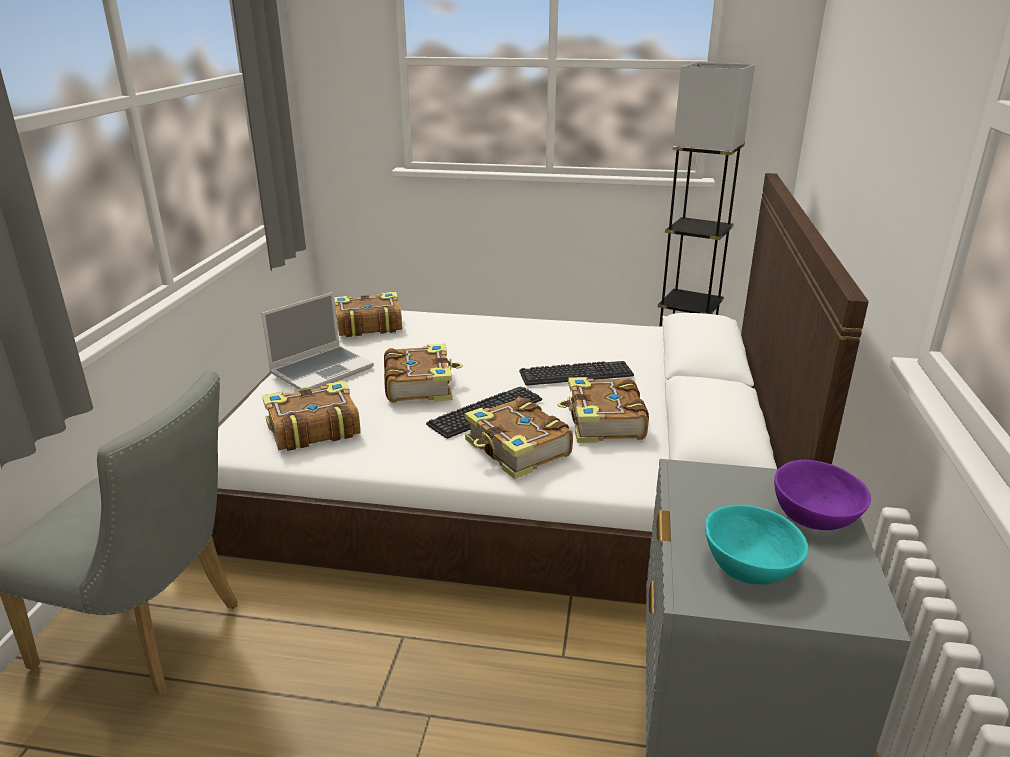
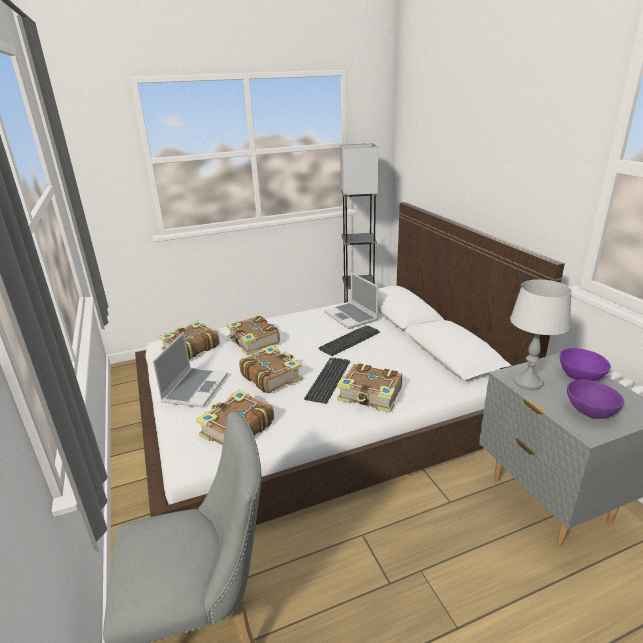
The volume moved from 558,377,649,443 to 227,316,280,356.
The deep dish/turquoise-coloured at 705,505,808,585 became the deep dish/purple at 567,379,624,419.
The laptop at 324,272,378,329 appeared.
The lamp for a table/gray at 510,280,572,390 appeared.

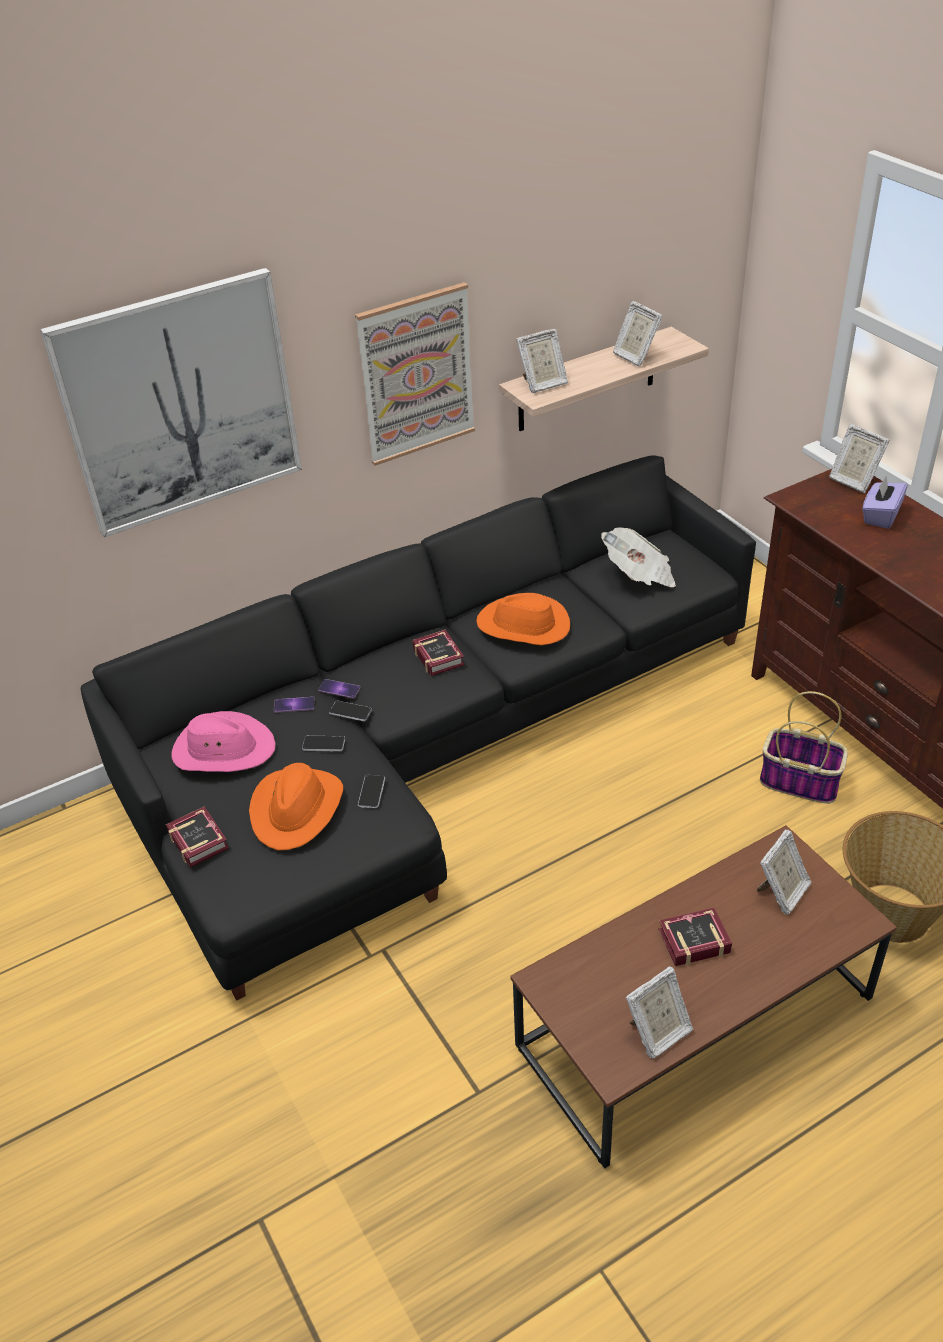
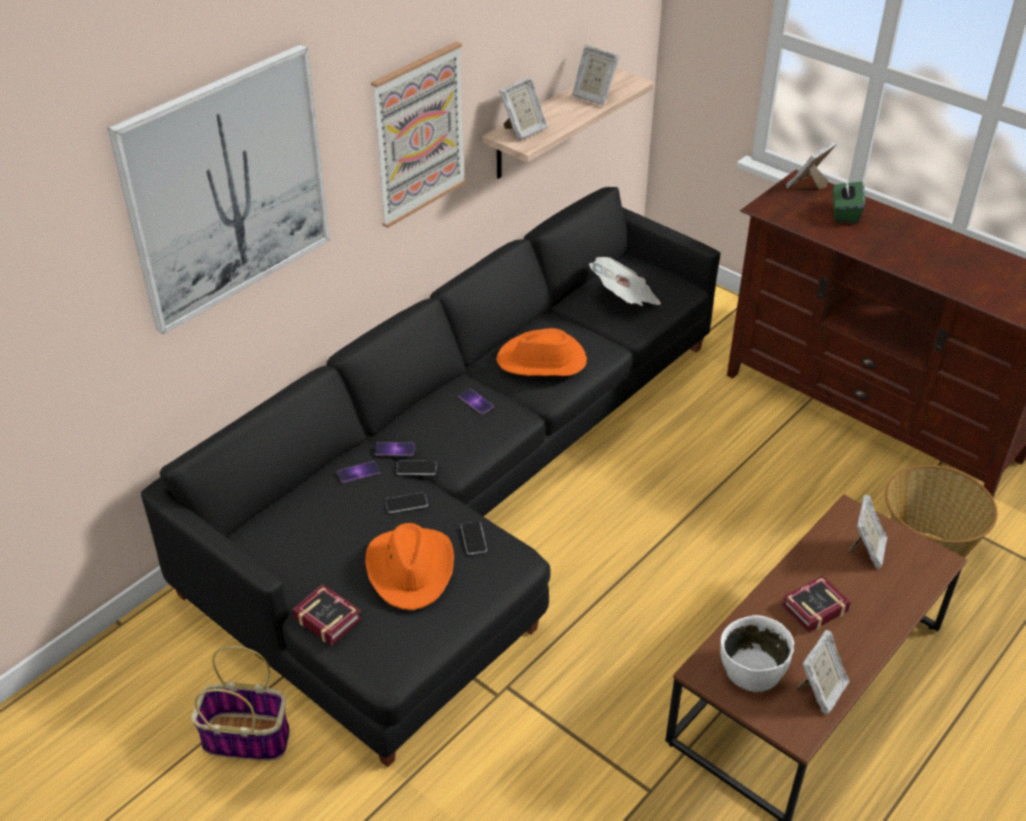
The wearable hat/pinkish at 171,711,275,772 disappeared.
The volume at 412,630,464,676 was replaced by the telephone at 458,389,494,414.
The household basket moved from 760,691,848,804 to 191,646,290,761.
The photo frame at 829,424,889,493 turned 105 degrees clockwise.
The box of tissues/purple at 862,475,908,529 became the box of tissues/greenish at 833,179,865,223.
The deep dish/white at 720,615,794,692 appeared.

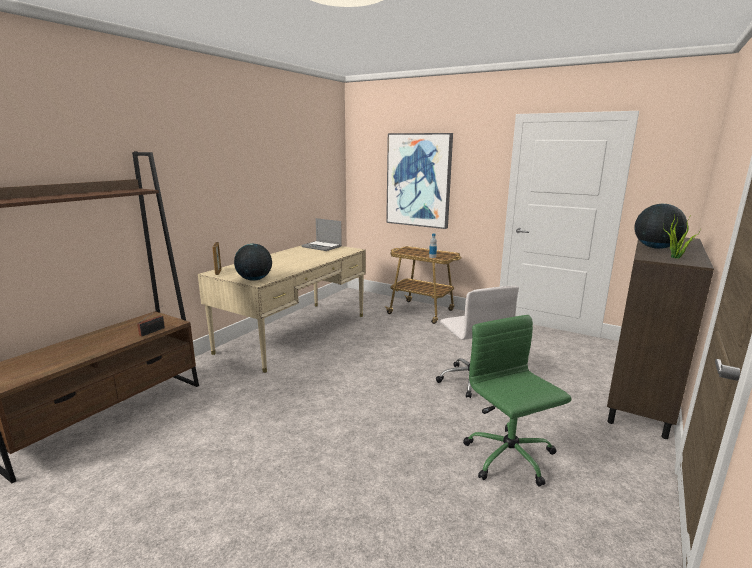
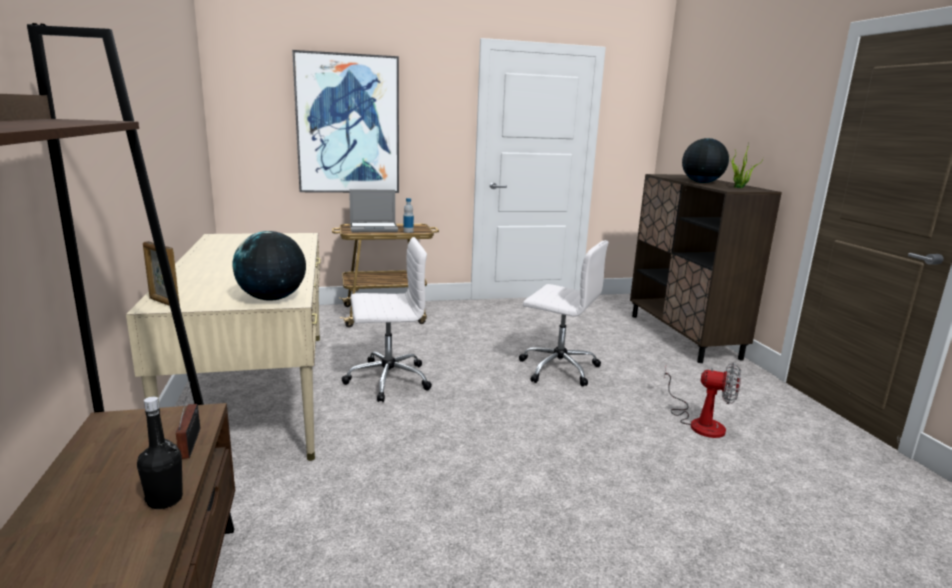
The laptop moved from 301,218,342,251 to 349,189,398,232.
The computer chair/greenish at 463,315,571,487 was replaced by the cooling fan at 664,362,741,438.
The beverage bottle/blackish at 137,396,183,509 appeared.
The computer chair/white at 342,237,432,402 appeared.

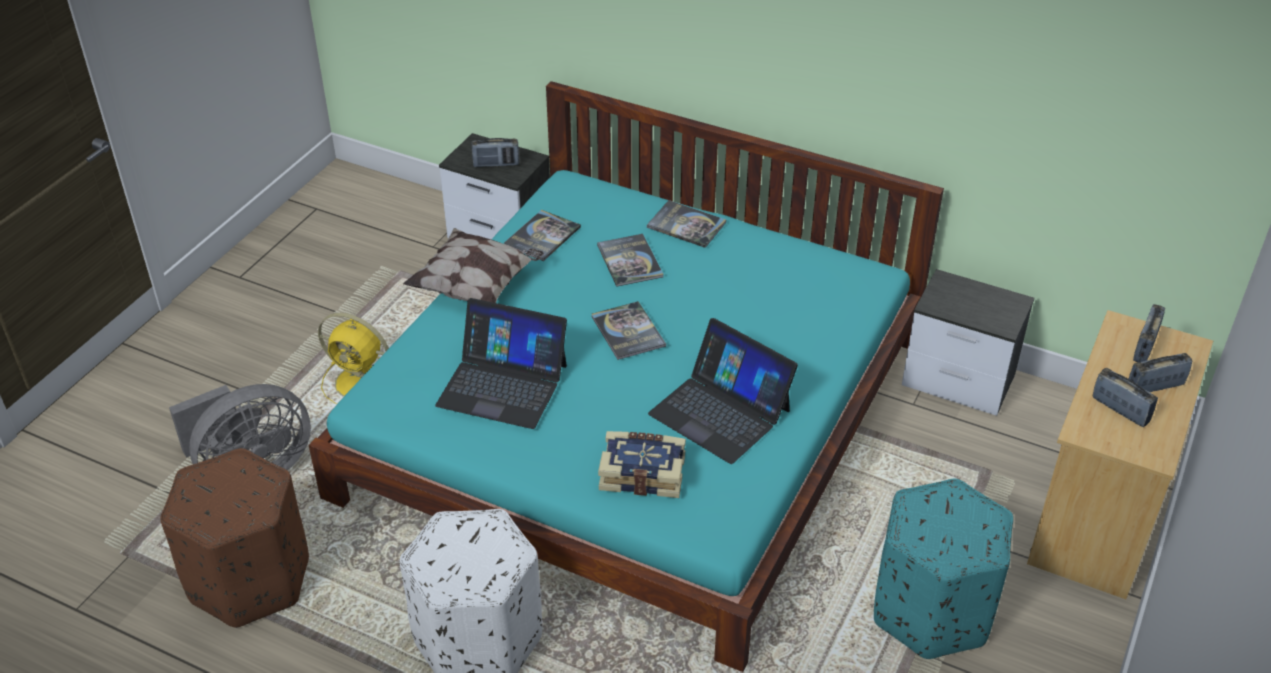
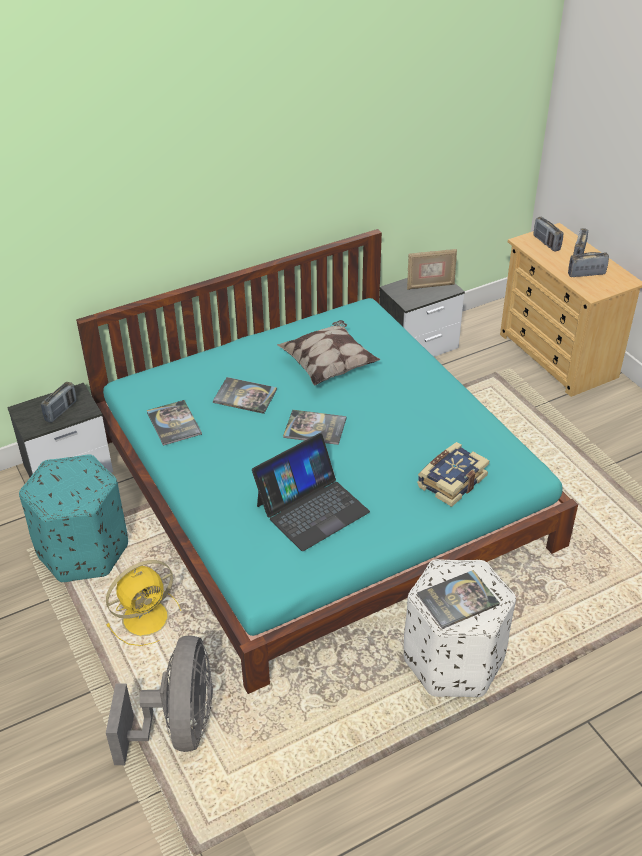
The pouffe/brown-coloured at 160,448,309,628 disappeared.
The cushion moved from 403,228,544,303 to 277,320,380,385.
The volume moved from 647,200,726,248 to 417,570,500,629.
The laptop at 648,318,798,464 disappeared.
The pouffe/turquoise-coloured moved from 874,479,1013,659 to 19,454,128,582.
The photo frame at 407,249,457,290 appeared.

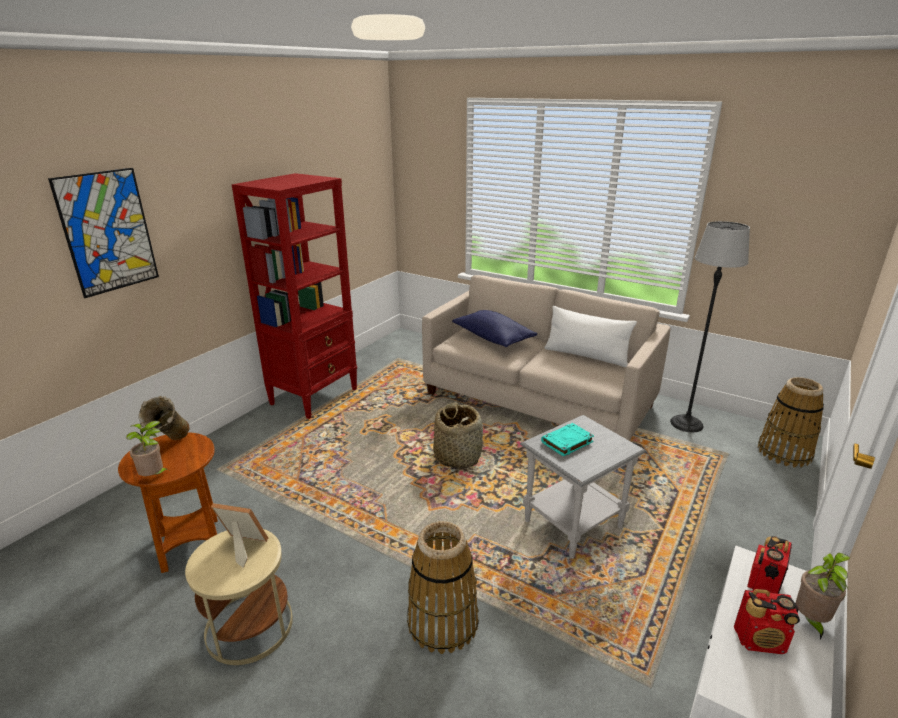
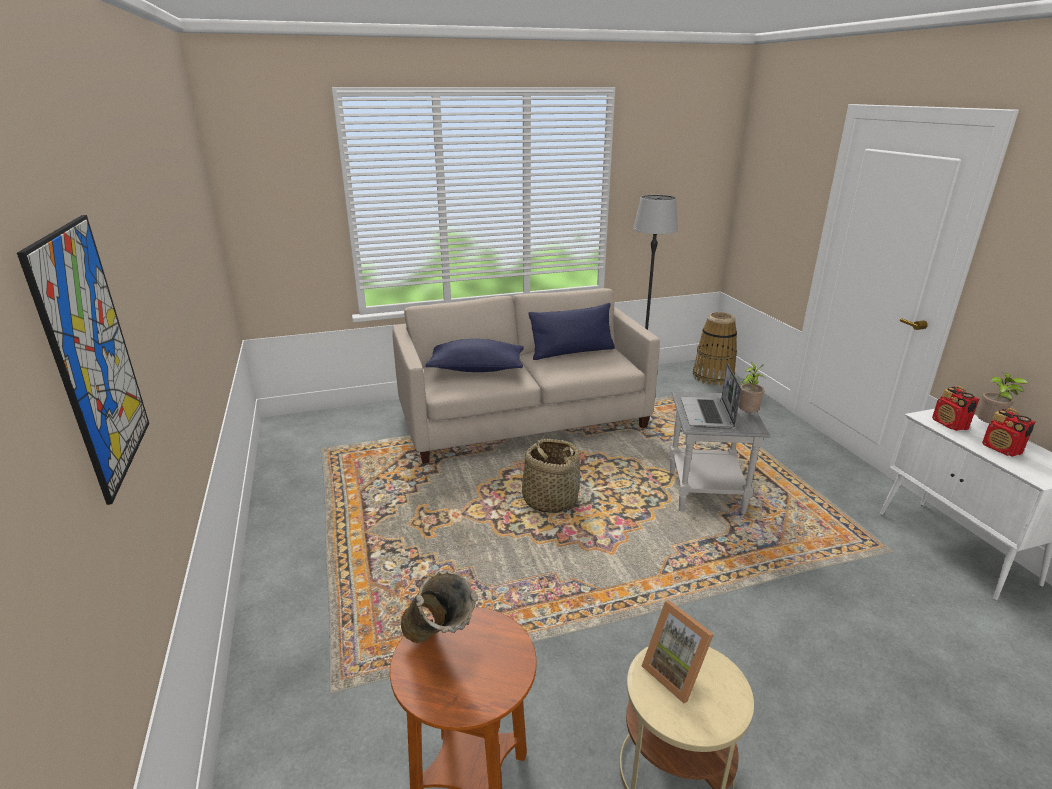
The houseplant moved from 126,421,169,476 to 739,362,765,412.
The photo frame at 211,503,268,568 turned 90 degrees counterclockwise.
The bookshelf/red at 231,173,358,419 disappeared.
The household basket at 407,521,479,654 disappeared.
The volume/turquoise-coloured at 541,423,594,456 was replaced by the laptop at 681,363,741,429.
The cushion/white at 545,306,637,367 became the cushion/blue-coloured at 529,303,615,360.
The radio receiver at 734,589,800,654 turned 105 degrees clockwise.

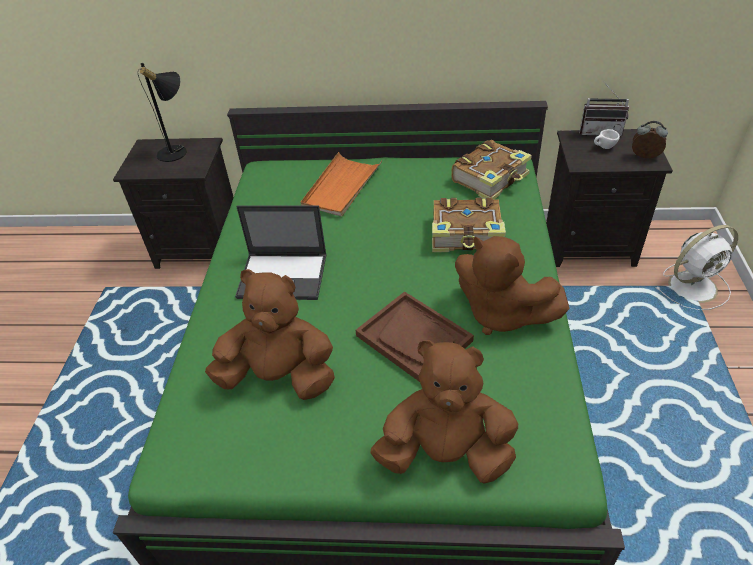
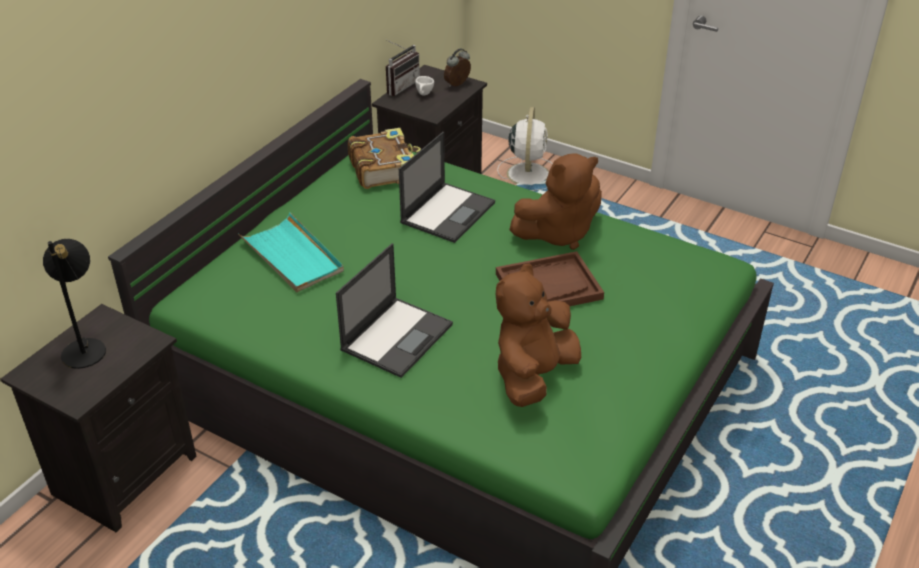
The serving tray/orange at 300,152,382,216 became the serving tray/turquoise-coloured at 238,212,344,292.
The soft toy/brown-coloured at 371,340,518,484 disappeared.
The volume at 432,197,506,252 was replaced by the laptop at 399,132,495,243.

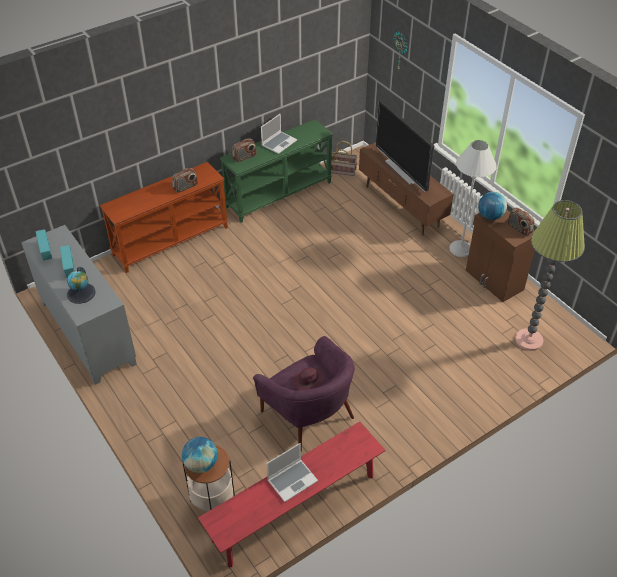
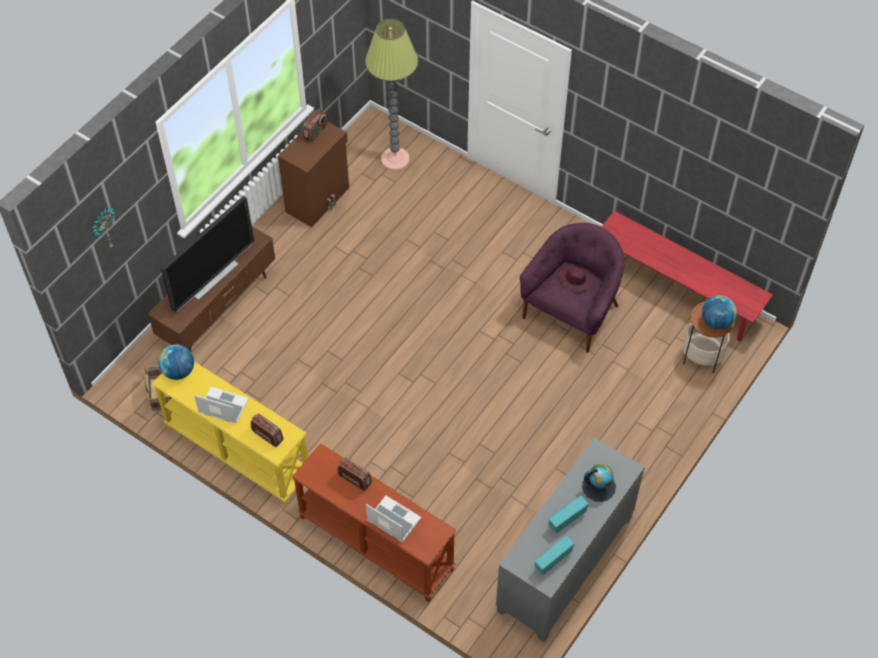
The hall table/greenish at 220,119,333,223 became the hall table/yellow at 152,361,308,506.
The laptop moved from 267,443,318,502 to 366,496,421,542.
The standing lamp/white at 449,140,497,257 disappeared.
The desk globe moved from 478,192,507,220 to 158,344,194,380.

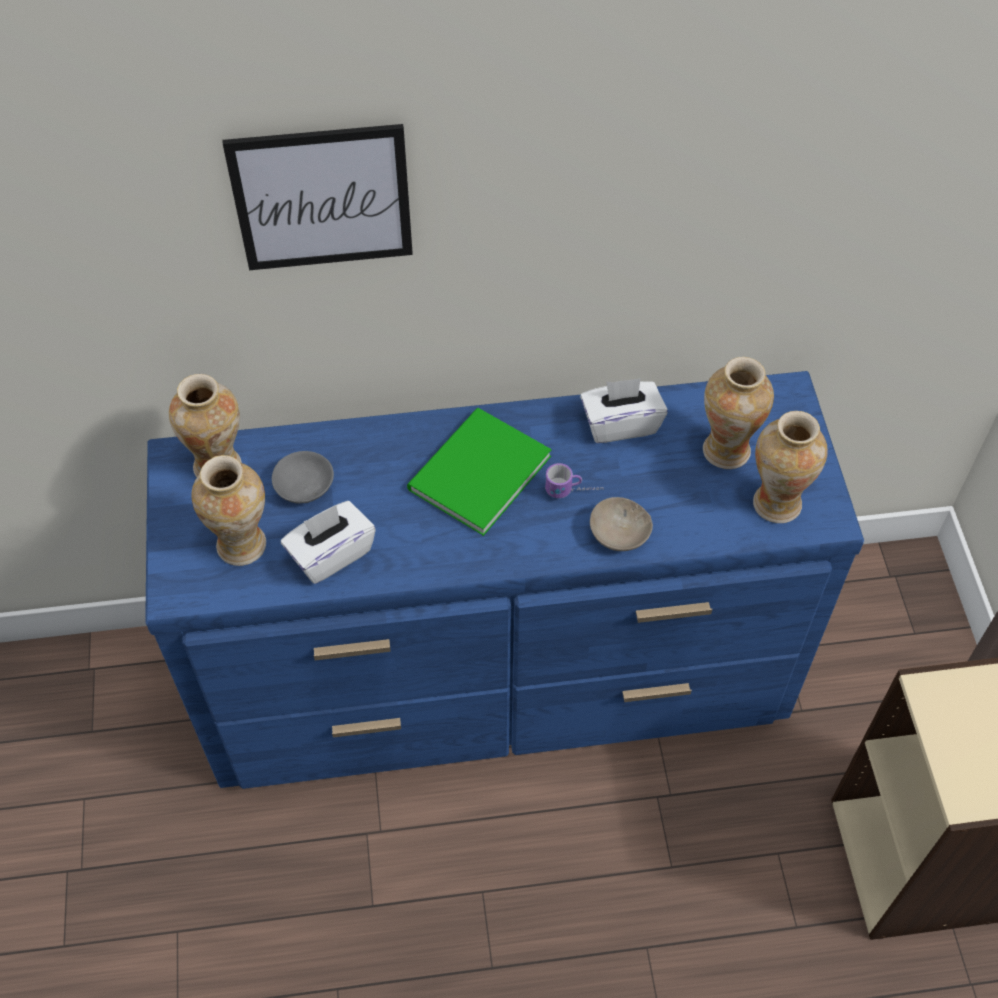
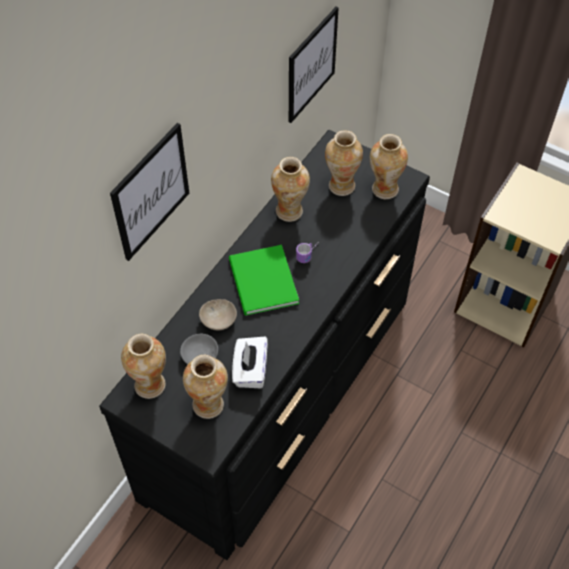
The dresser/blue-coloured at 145,371,864,789 became the dresser/blackish at 99,130,430,560.
The box of tissues/white at 580,378,668,443 was replaced by the decorative vase at 271,157,310,222.
The deep dish/beige moved from 590,497,653,551 to 199,299,237,330.
The wall art at 289,6,339,123 appeared.

